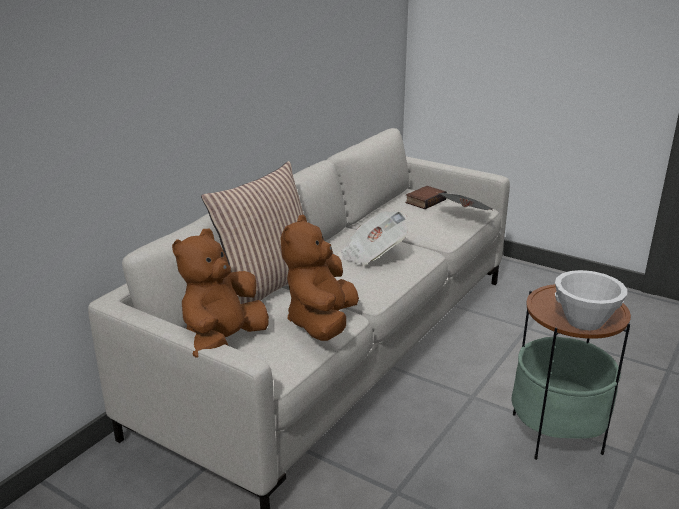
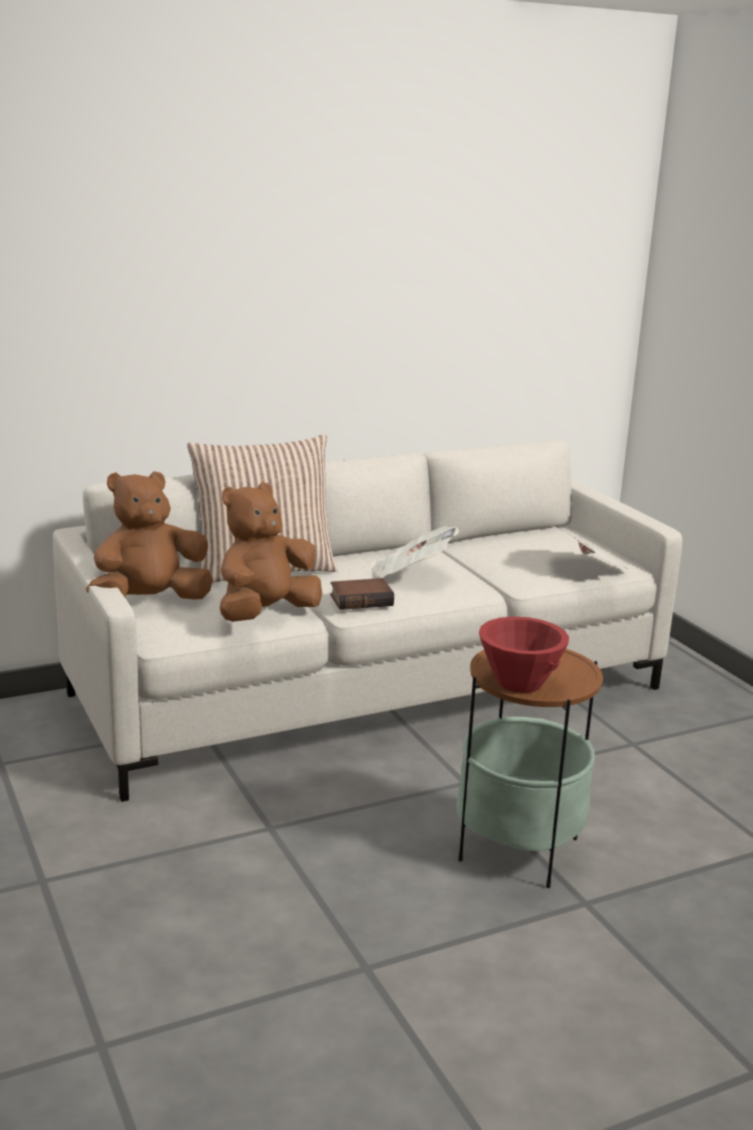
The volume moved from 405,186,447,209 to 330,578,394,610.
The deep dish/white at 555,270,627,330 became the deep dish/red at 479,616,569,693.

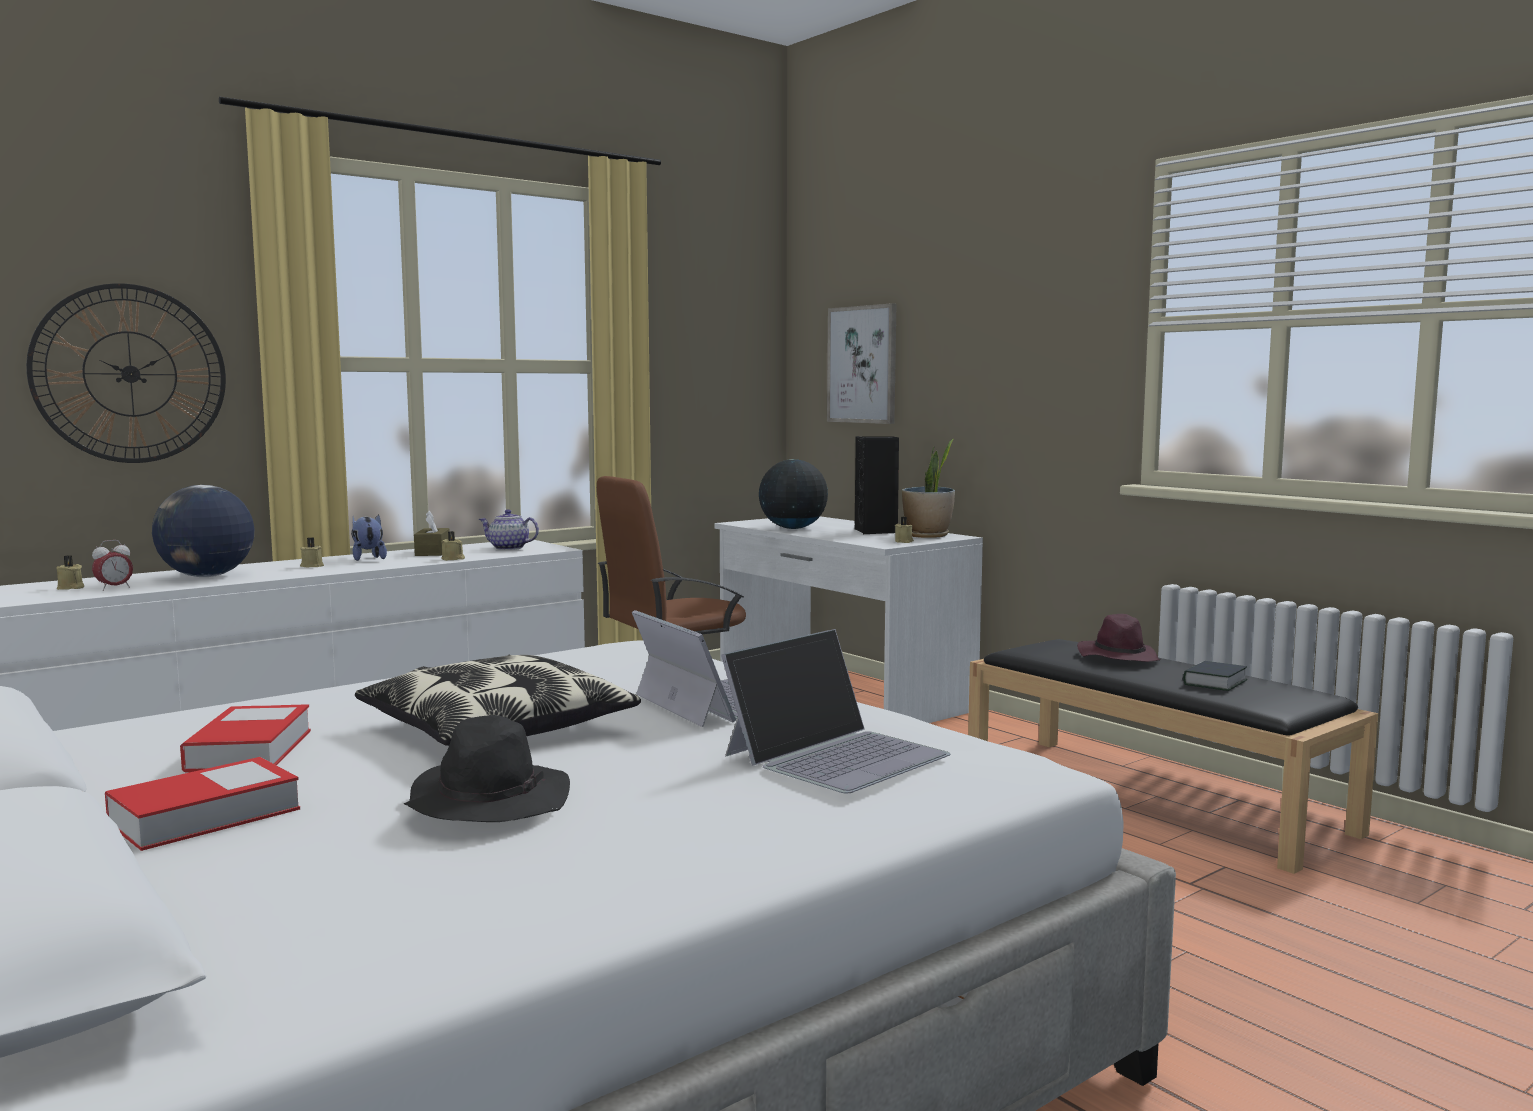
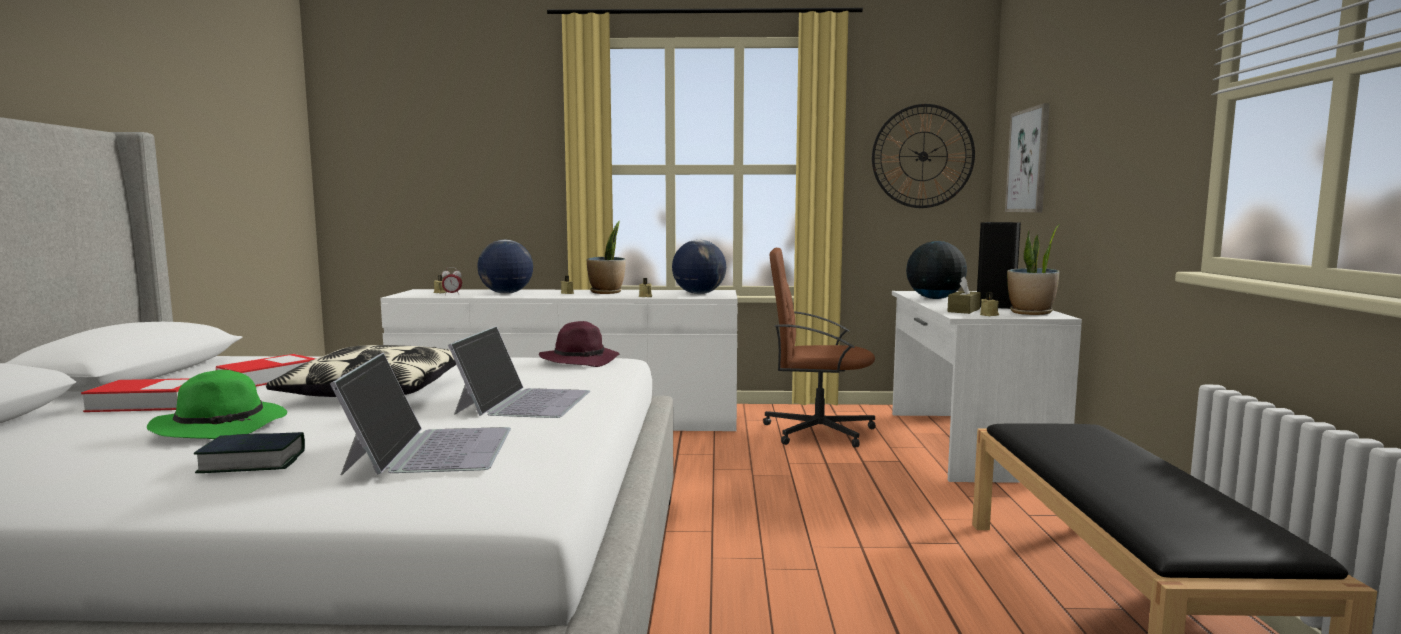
The wall clock moved from 26,283,226,463 to 872,104,975,208.
The soft toy at 351,514,387,561 was replaced by the houseplant at 587,221,626,294.
The wearable hat/blackish at 404,715,570,822 became the wearable hat/greenish at 147,370,287,439.
The box of tissues/brown-coloured moved from 414,511,450,556 to 947,277,981,314.
The pot for tea at 479,509,539,550 was replaced by the desk globe at 672,240,726,294.
The laptop at 721,629,951,793 turned 90 degrees counterclockwise.
The wearable hat/purple moved from 1077,614,1161,662 to 539,321,620,367.
The volume moved from 1183,661,1247,691 to 194,432,305,473.

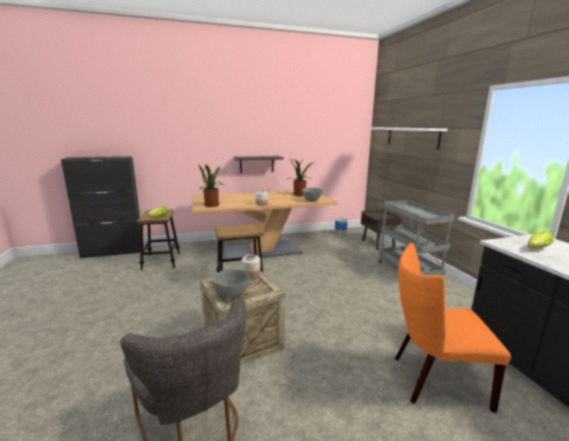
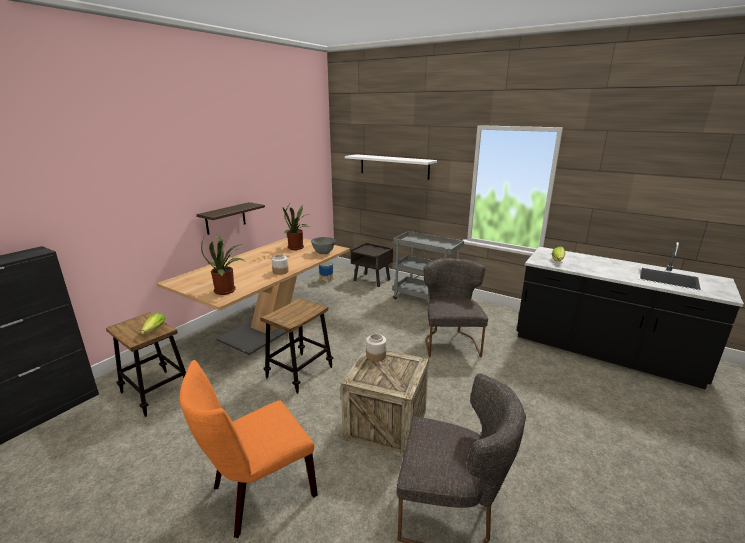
The deep dish/gray at 212,269,250,298 disappeared.
The upright chair/orange moved from 395,243,511,413 to 179,360,318,538.
The upright chair/gray at 424,258,488,357 appeared.

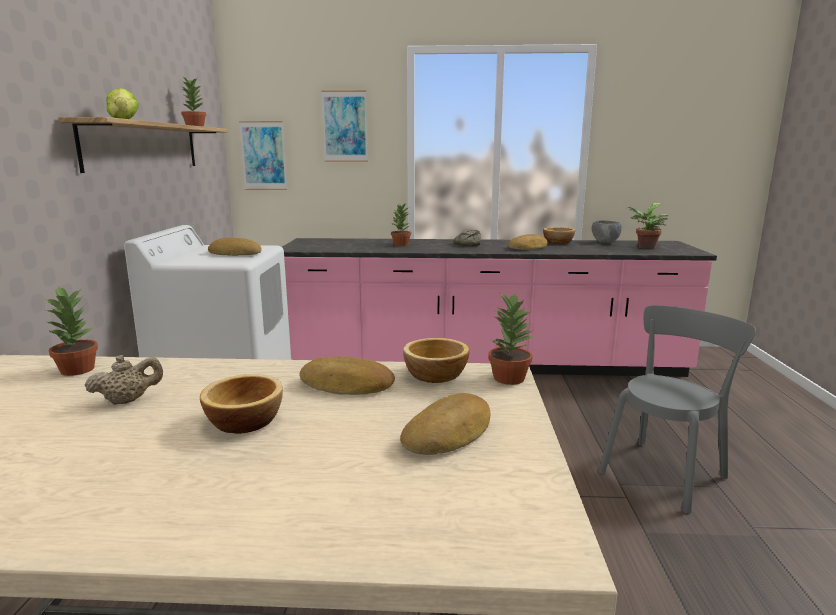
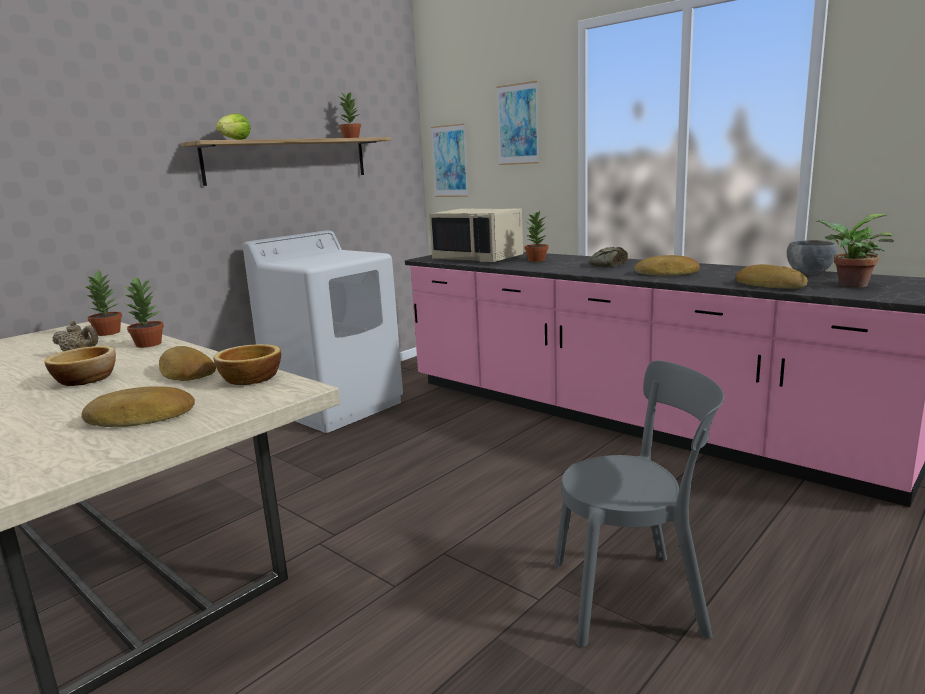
The bread moved from 208,238,262,256 to 735,264,808,289.
The houseplant moved from 489,292,534,385 to 125,277,164,348.
The deep dish at 543,227,575,244 disappeared.
The microwave oven/beige at 429,209,523,262 appeared.

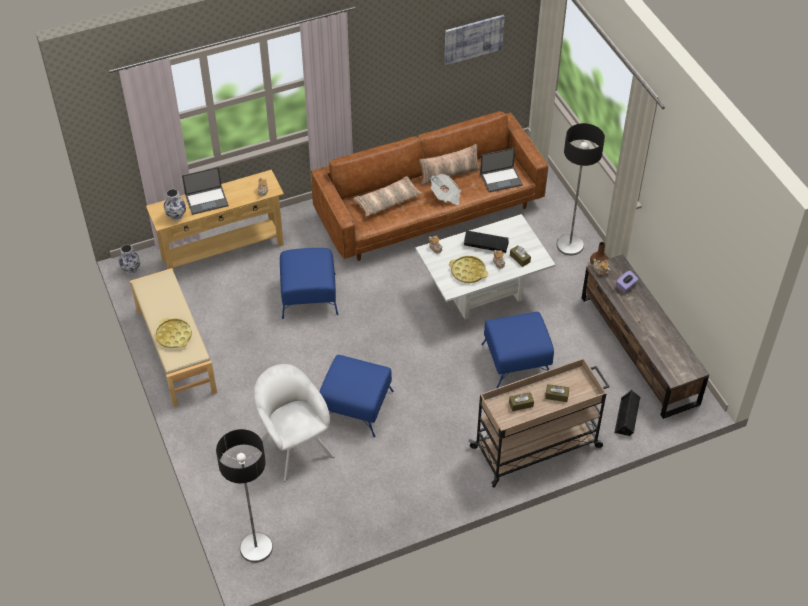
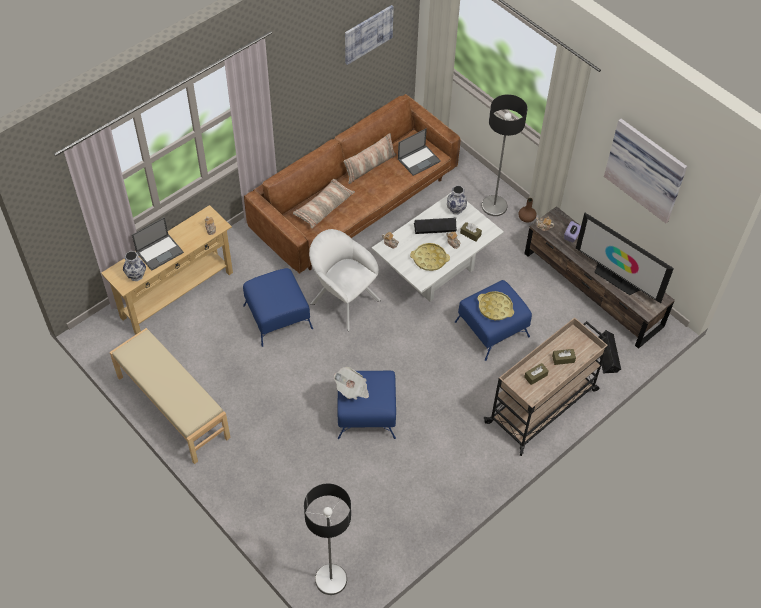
The decorative vase moved from 119,244,140,275 to 447,186,467,215.
The serving tray/yellow moved from 155,318,192,348 to 478,291,514,320.
The lounge chair/white moved from 254,364,335,481 to 309,229,381,331.
The daily paper moved from 431,174,461,205 to 334,367,369,400.
The TV set at 576,213,674,303 appeared.
The wall art at 604,119,687,223 appeared.

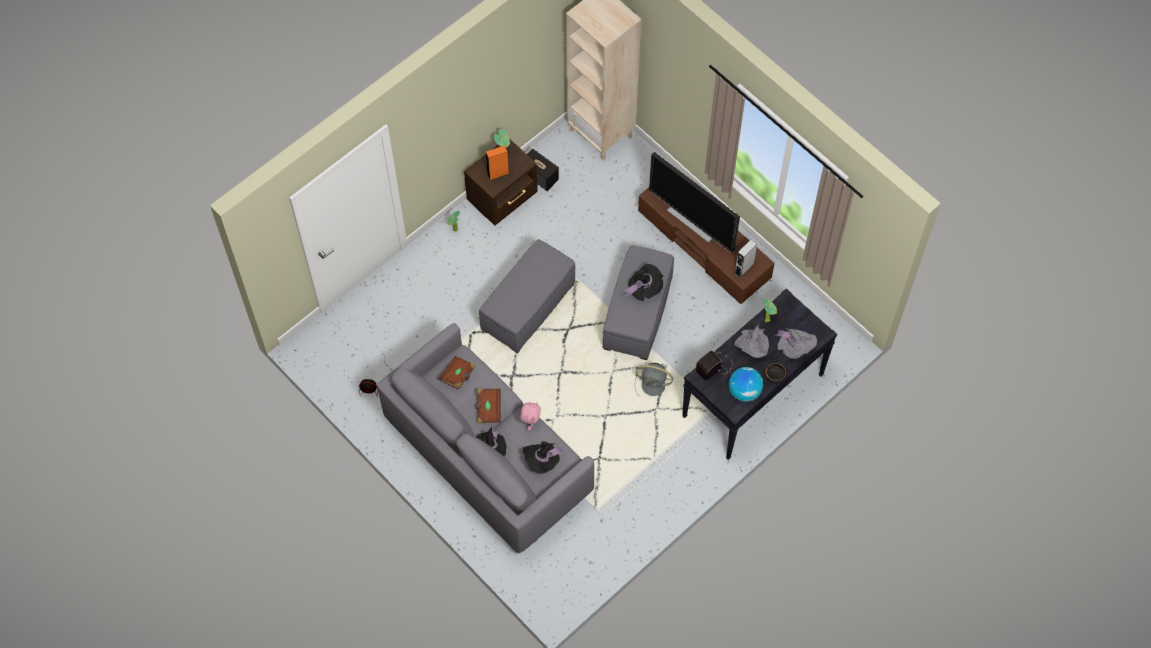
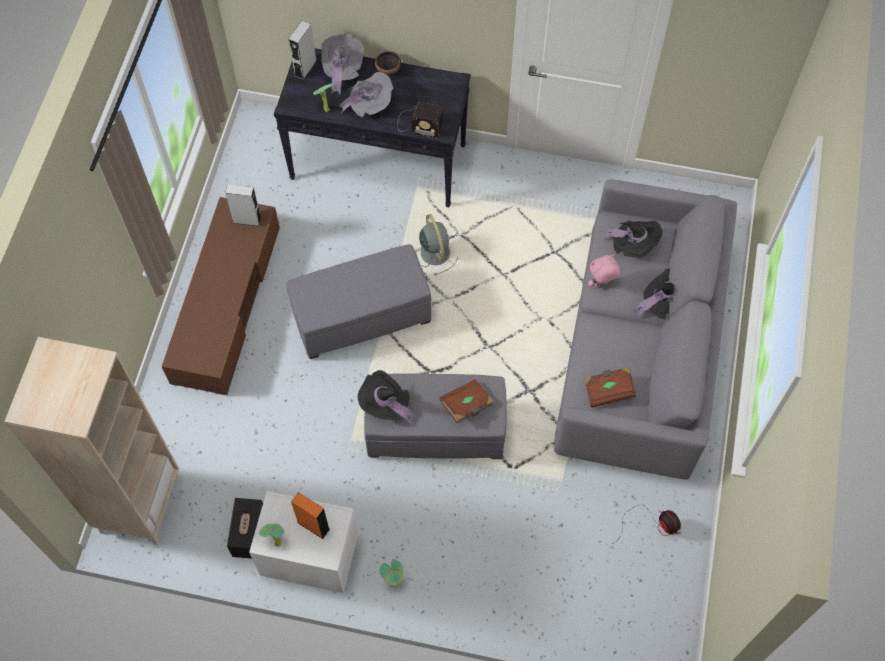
The night table/brown-coloured at 464,138,538,226 became the night table/white at 249,491,358,593.
The volume/brown-coloured moved from 476,389,501,423 to 439,379,494,423.
The wearable hat/blackish moved from 621,264,663,301 to 358,370,416,425.
The TV set at 649,152,740,253 disappeared.
The desk globe at 729,367,763,402 disappeared.
The audio speaker/gray at 289,21,317,80 appeared.

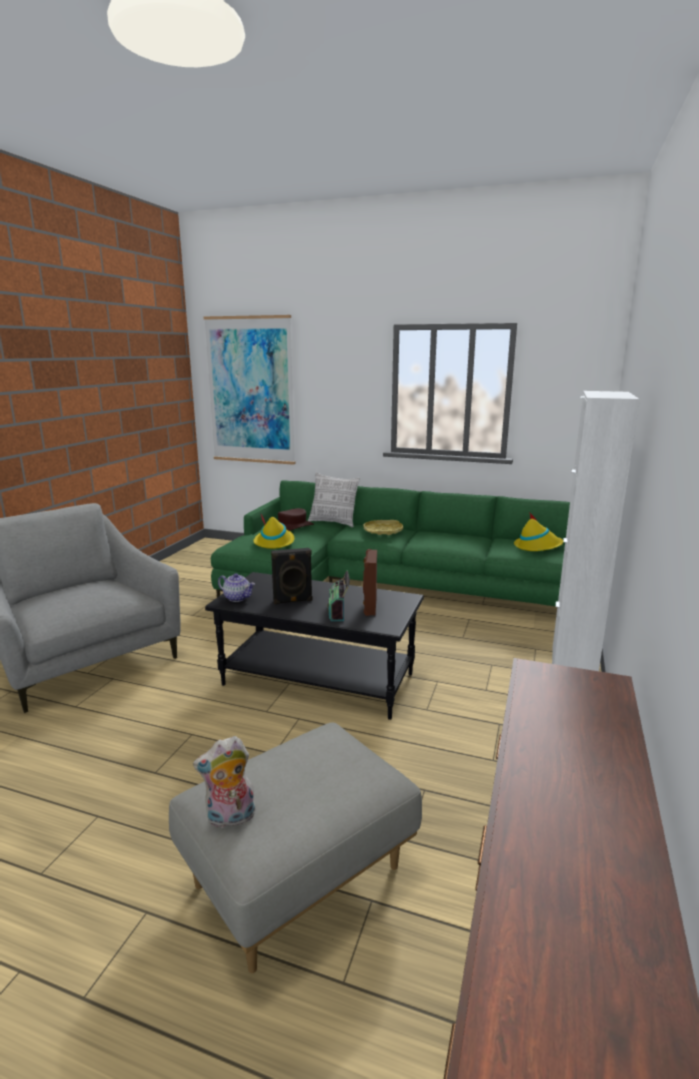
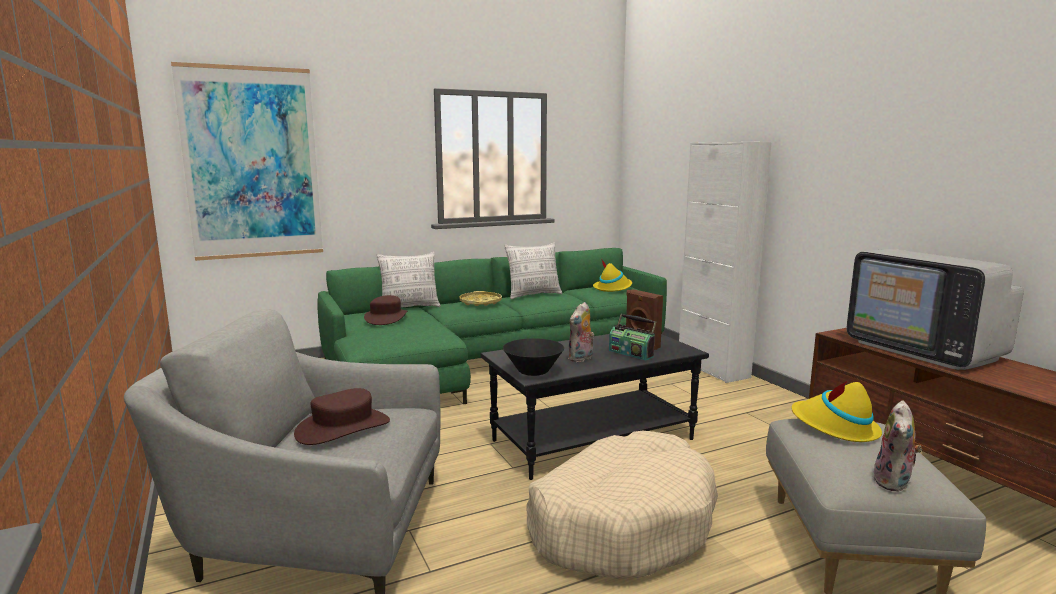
The pot for tea at 218,573,255,602 was replaced by the deep dish/blackish at 503,338,564,376.
The wearable hat/yellow moved from 253,513,294,549 to 791,381,882,442.
The audio speaker/blackish at 271,548,312,604 was replaced by the soft toy at 568,302,594,362.
The wearable hat/brown-coloured at 294,388,390,445 appeared.
The cushion at 504,243,562,299 appeared.
The pet bed/beige at 527,431,718,579 appeared.
The TV set at 847,249,1024,370 appeared.

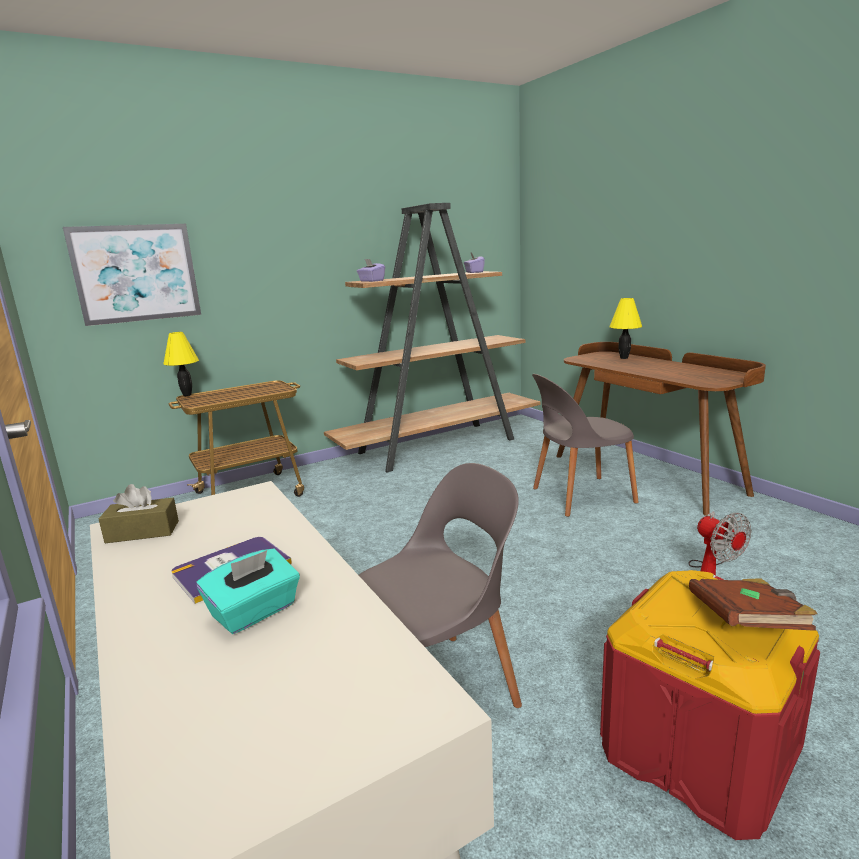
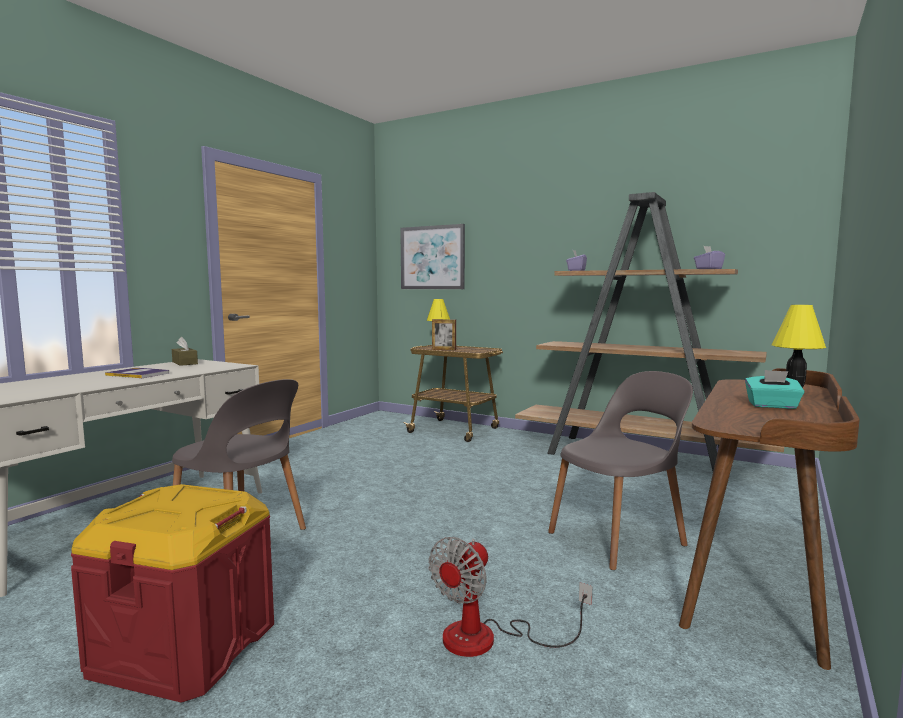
The box of tissues/turquoise-coloured moved from 196,548,300,634 to 745,370,804,409.
The upright chair/gray at 532,374,639,517 turned 105 degrees clockwise.
The volume/brown-coloured at 689,578,817,631 disappeared.
The photo frame at 432,319,456,350 appeared.

